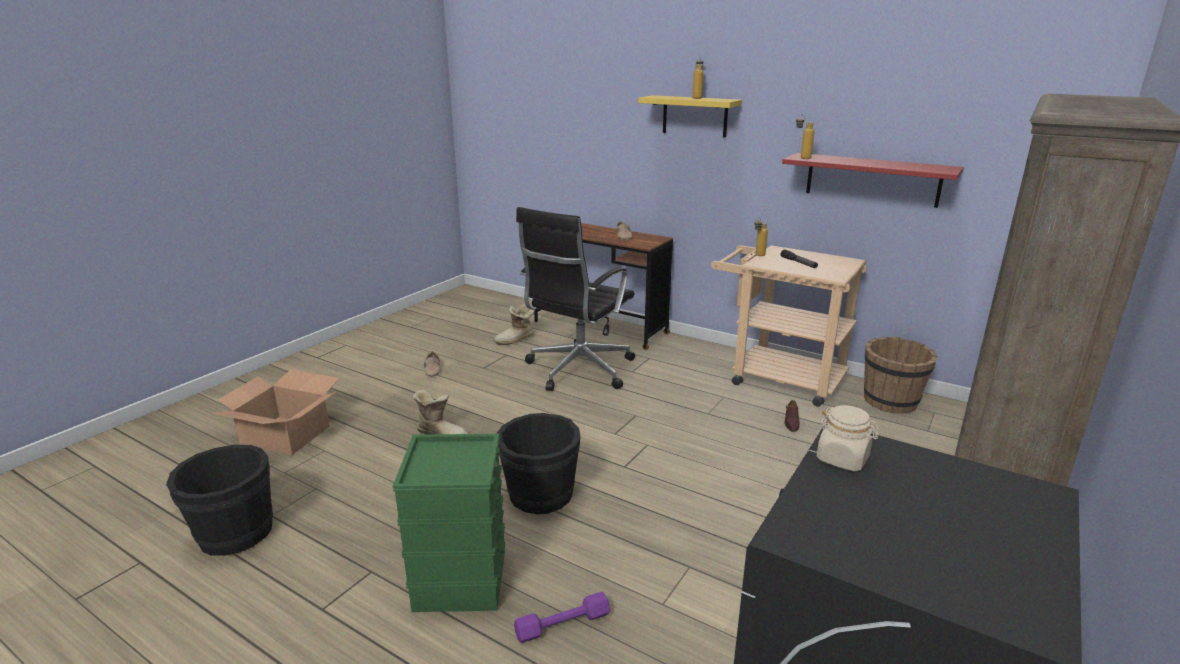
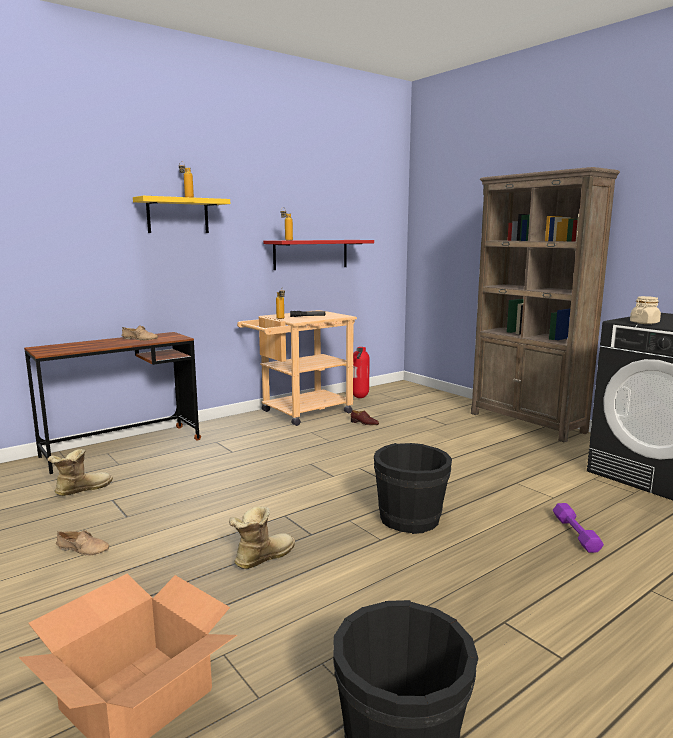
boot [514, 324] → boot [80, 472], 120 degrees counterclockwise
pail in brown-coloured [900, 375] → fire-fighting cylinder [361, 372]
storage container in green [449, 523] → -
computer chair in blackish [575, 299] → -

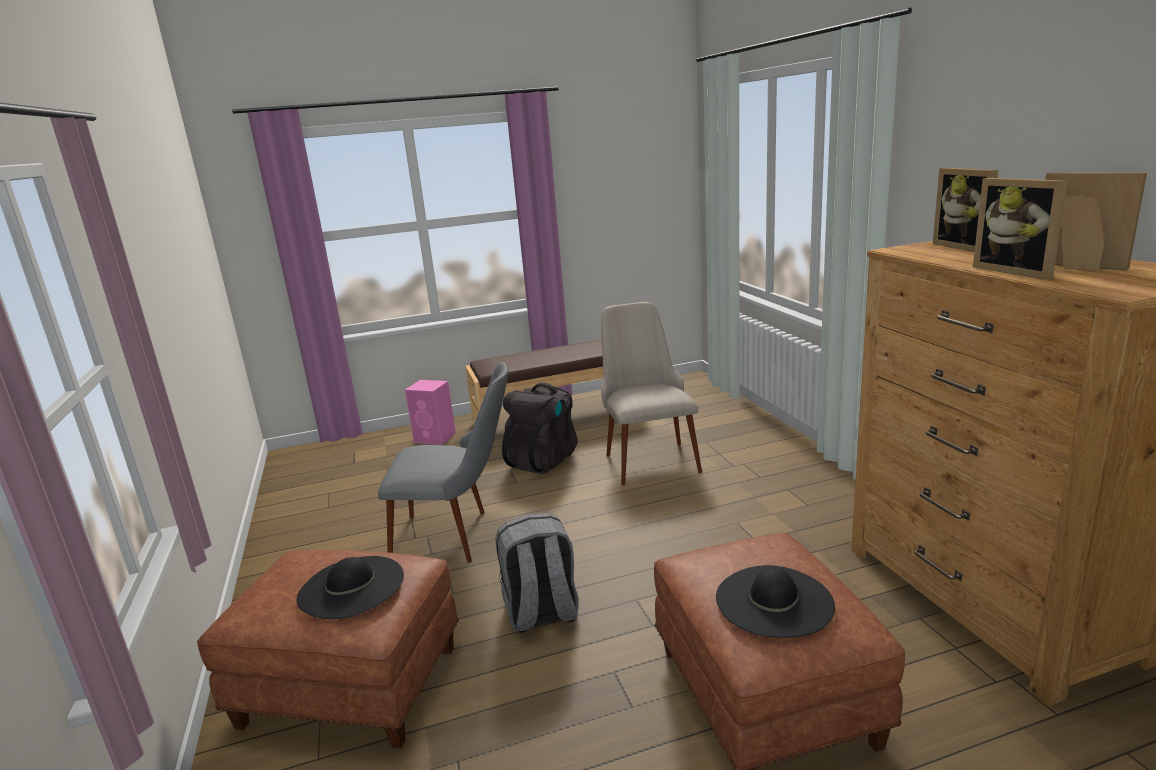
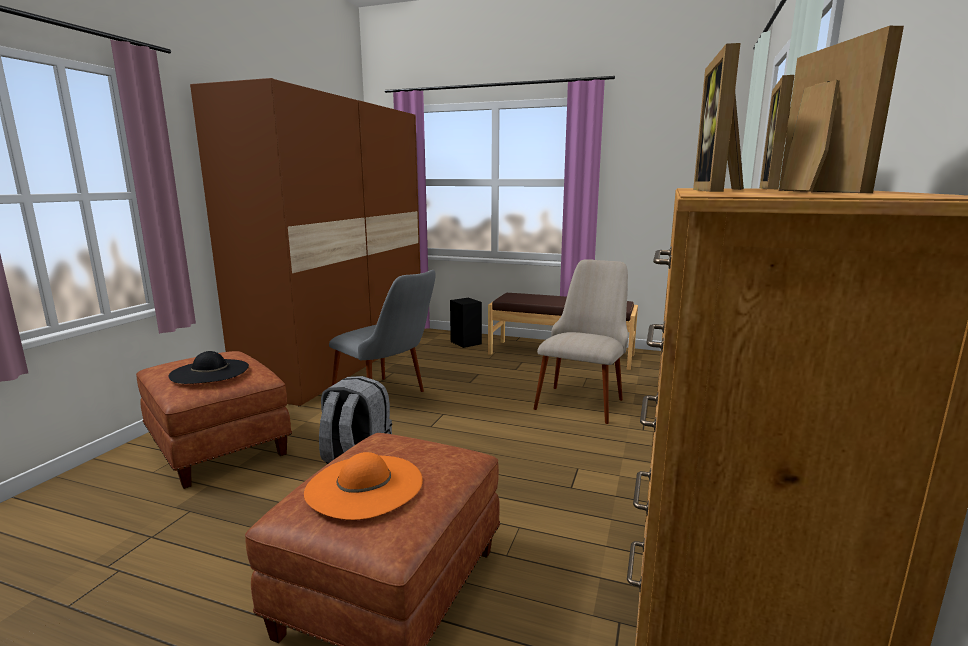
- → clothes cupboard in brown-coloured [305, 242]
wearable hat in blackish [775, 601] → wearable hat in orange-coloured [363, 486]
audio speaker in pink [430, 412] → audio speaker in blackish [466, 323]
knapsack in blackish [540, 428] → -

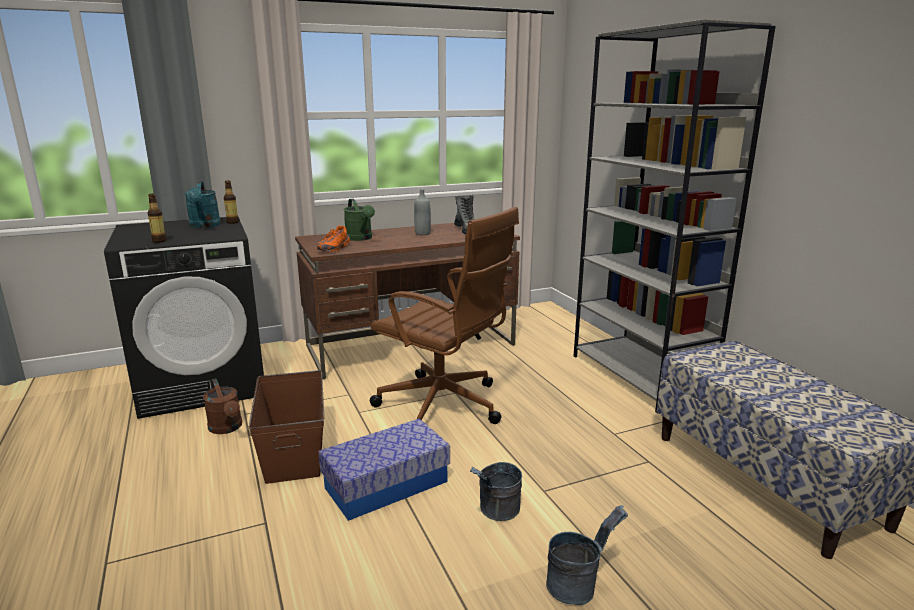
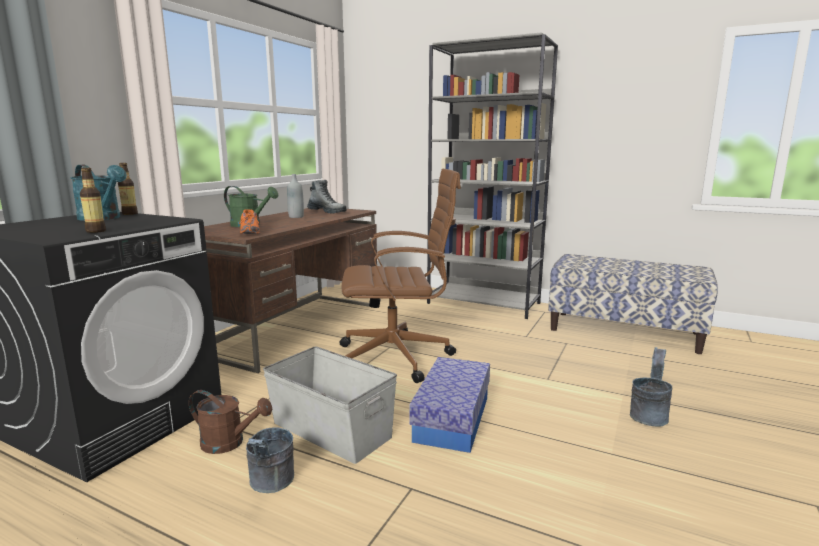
pail in greyish [496, 491] → pail in greyish [270, 460], relocated
storage container in brown-coloured [286, 427] → storage container in greyish [330, 405]

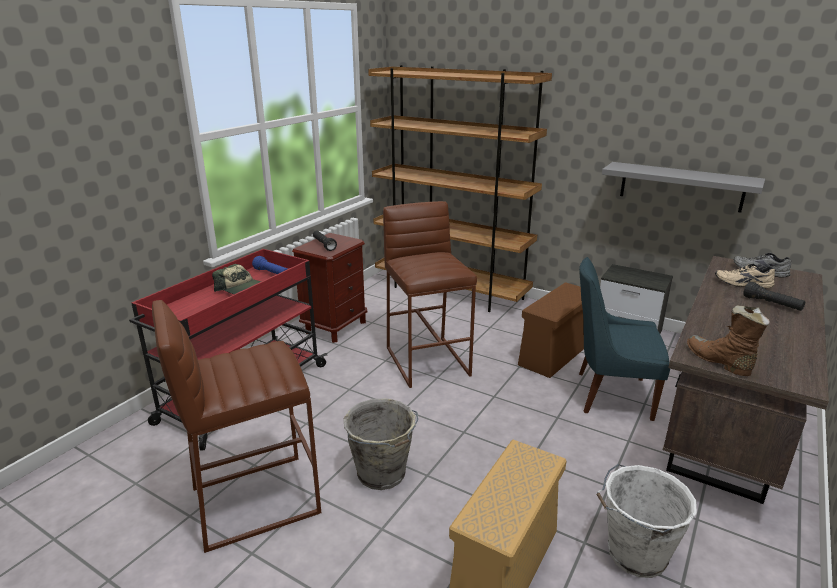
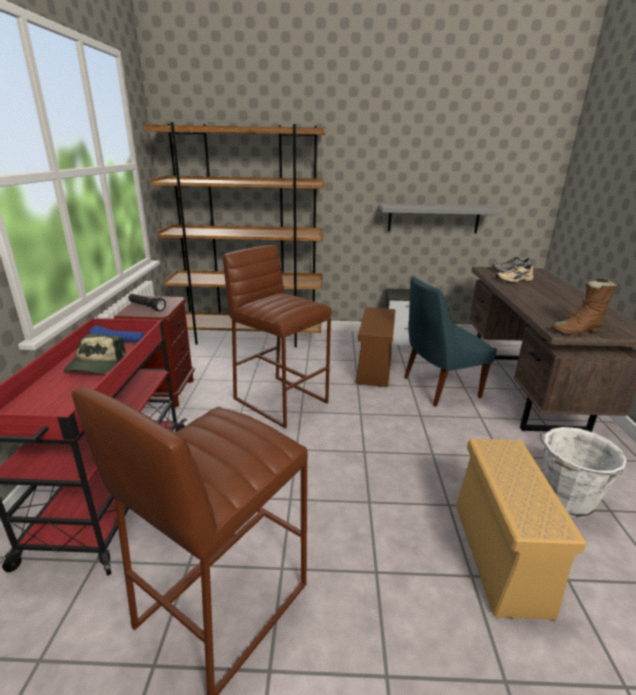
baseball cap [236, 279] → baseball cap [95, 353], 90 degrees clockwise
boot in brown-coloured [728, 340] → boot in brown-coloured [584, 306], 45 degrees counterclockwise
pail in greyish [381, 444] → -
torch in blackish [774, 296] → -

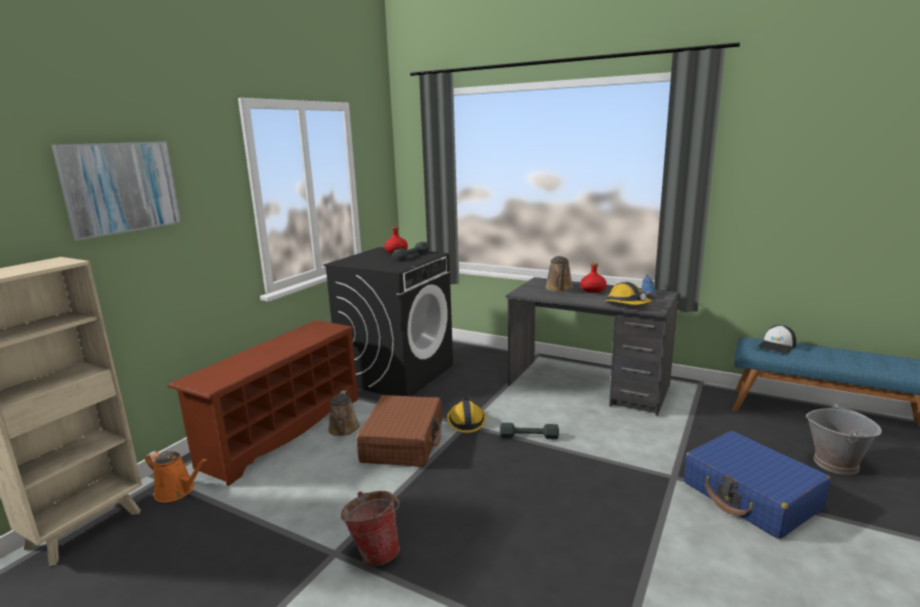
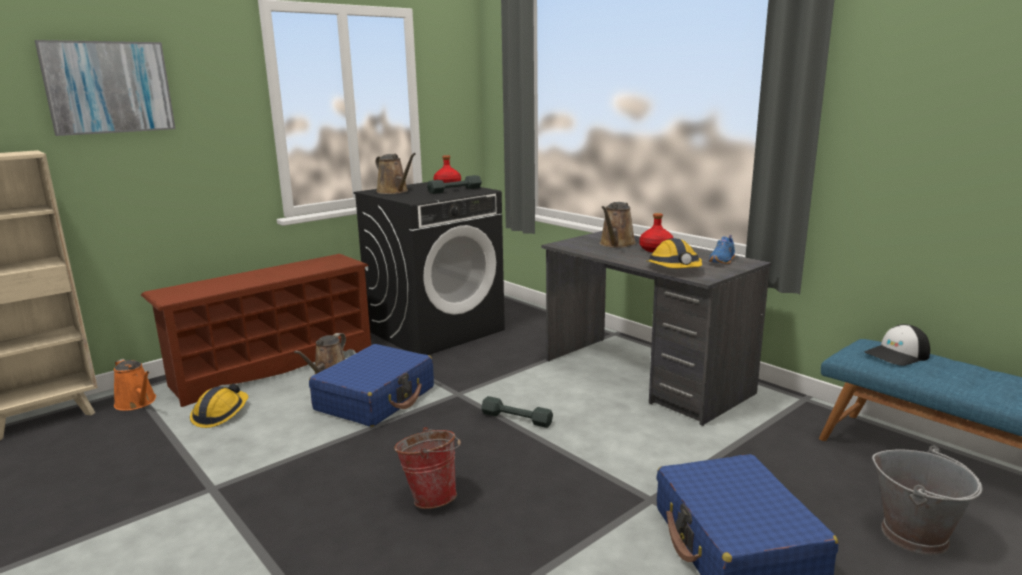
hard hat [466, 415] → hard hat [219, 406], relocated
piece of luggage in brown-coloured [399, 431] → piece of luggage in bluish [371, 385]
- → sprinkling can in brown-coloured [396, 173]
pail [370, 528] → pail [427, 468], relocated

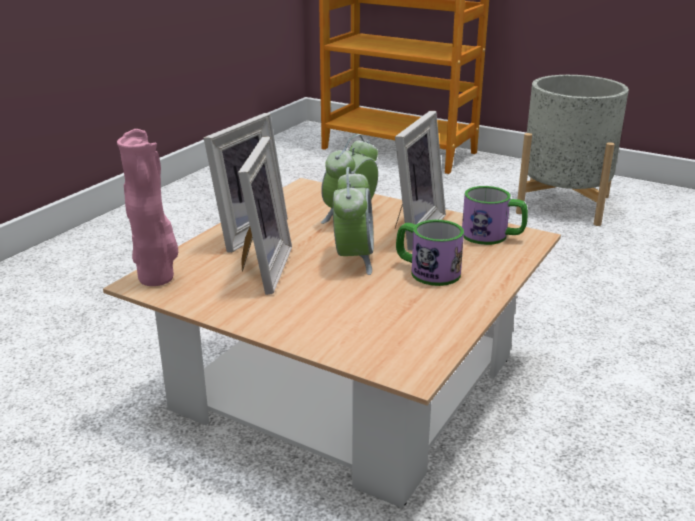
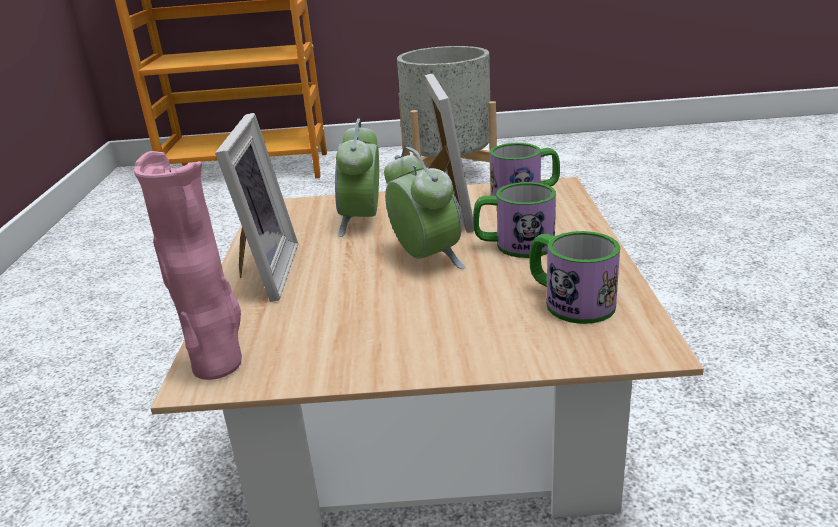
- → tea mug [574, 277]
standing frame [265, 215] → -

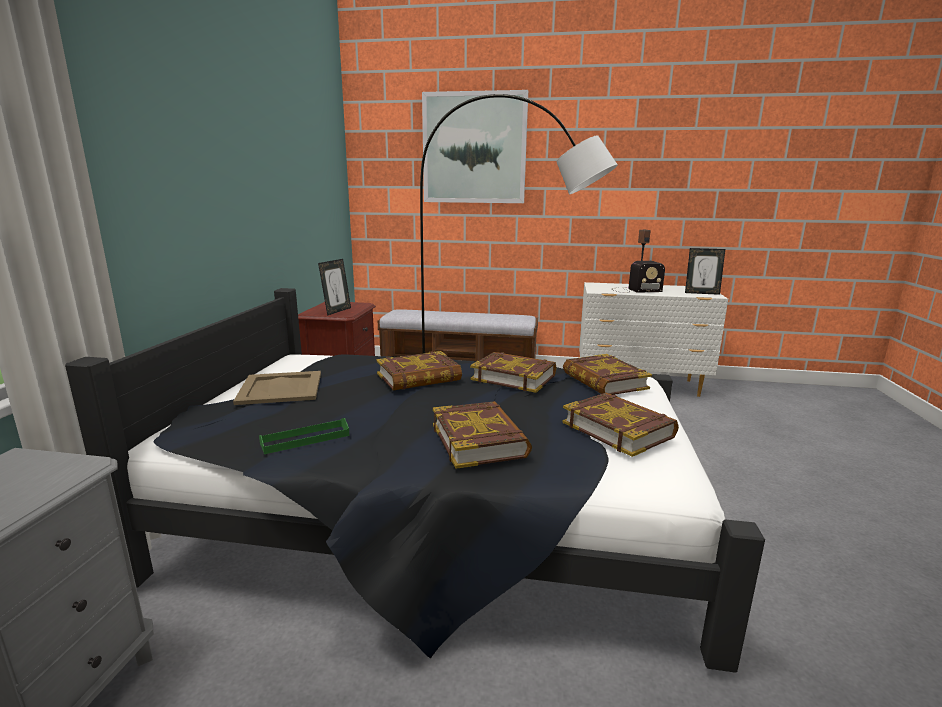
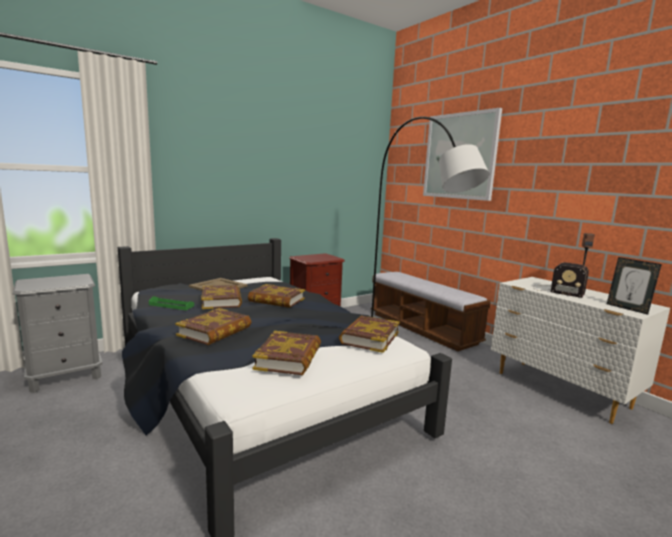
book [513, 372] → book [221, 297], relocated
standing frame [334, 287] → -

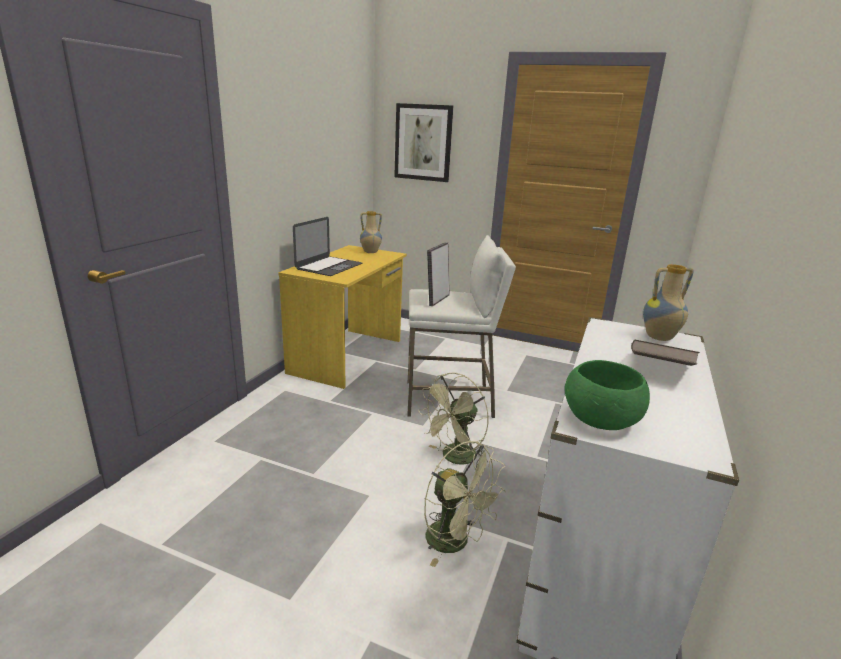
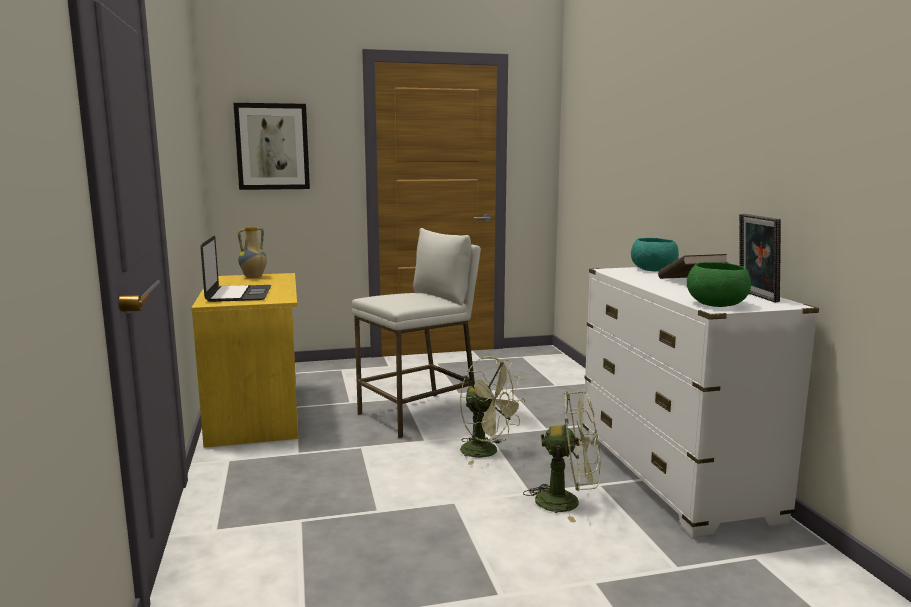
cooling fan in green [453, 419] → cooling fan in green [492, 410], 60 degrees counterclockwise
decorative vase [668, 302] → bowl in turquoise [655, 254]
standing frame [438, 274] → standing frame [760, 258], relocated

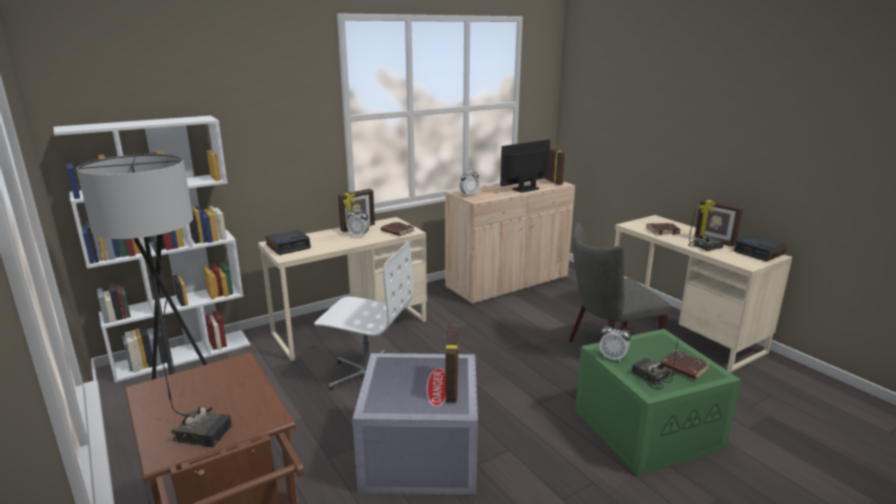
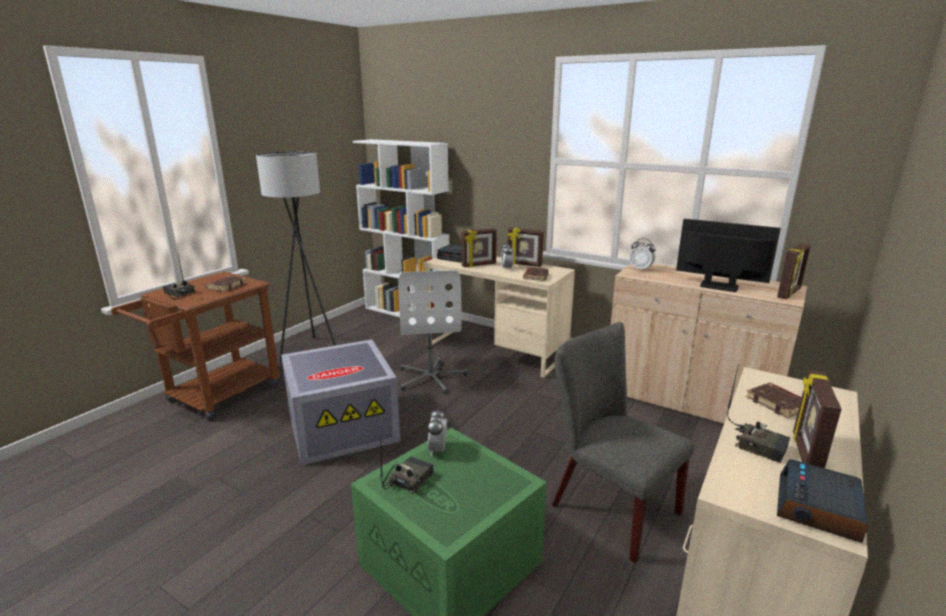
radio [196, 400] → radio [179, 277], 135 degrees clockwise
book in brown-coloured [685, 365] → book in brown-coloured [226, 284], relocated
standing frame [452, 364] → standing frame [479, 247], relocated

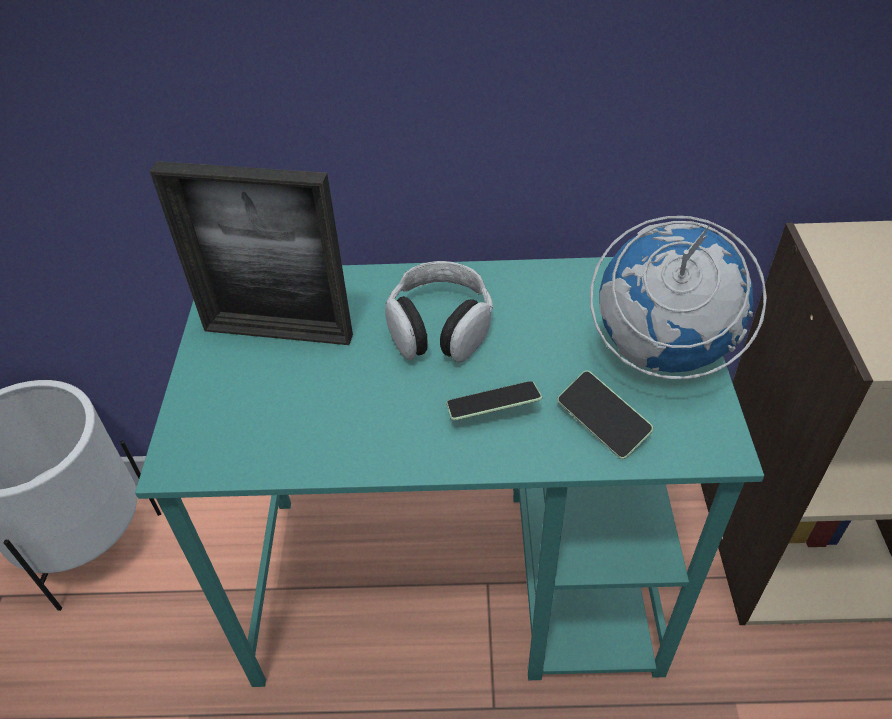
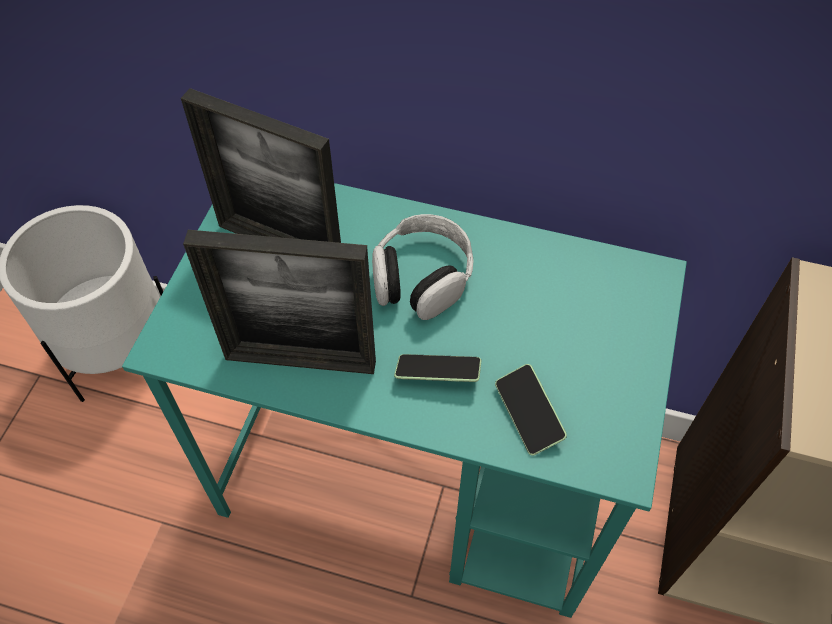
- → standing frame [279, 302]
world globe [678, 297] → -

